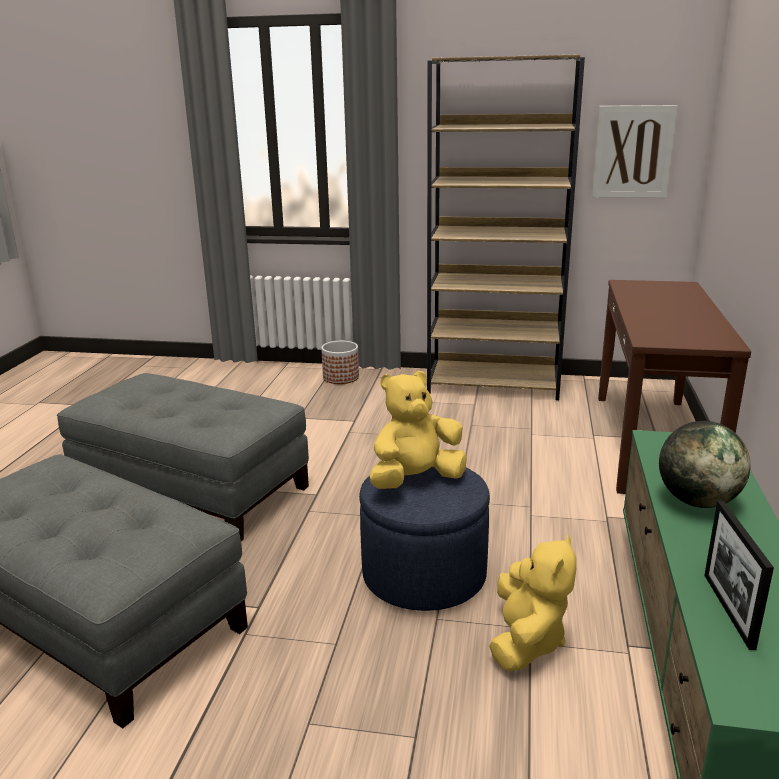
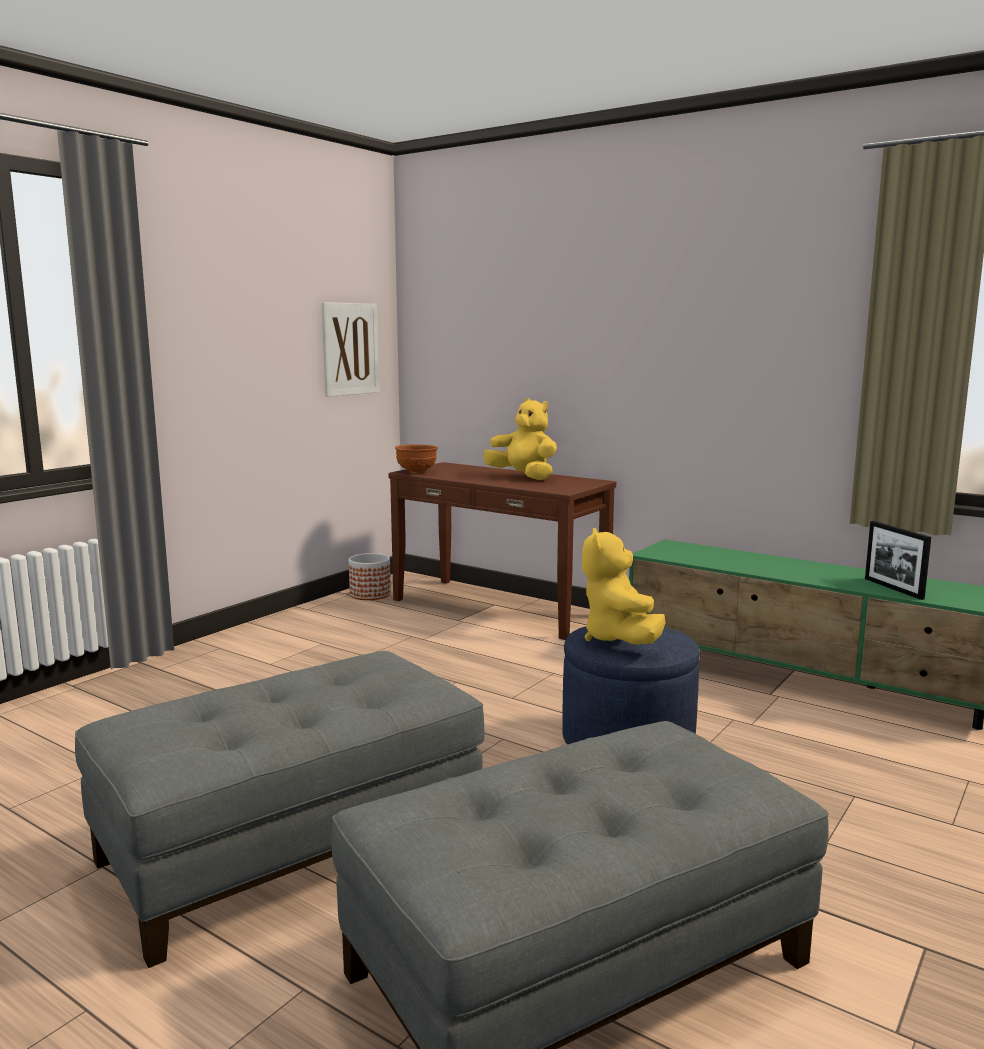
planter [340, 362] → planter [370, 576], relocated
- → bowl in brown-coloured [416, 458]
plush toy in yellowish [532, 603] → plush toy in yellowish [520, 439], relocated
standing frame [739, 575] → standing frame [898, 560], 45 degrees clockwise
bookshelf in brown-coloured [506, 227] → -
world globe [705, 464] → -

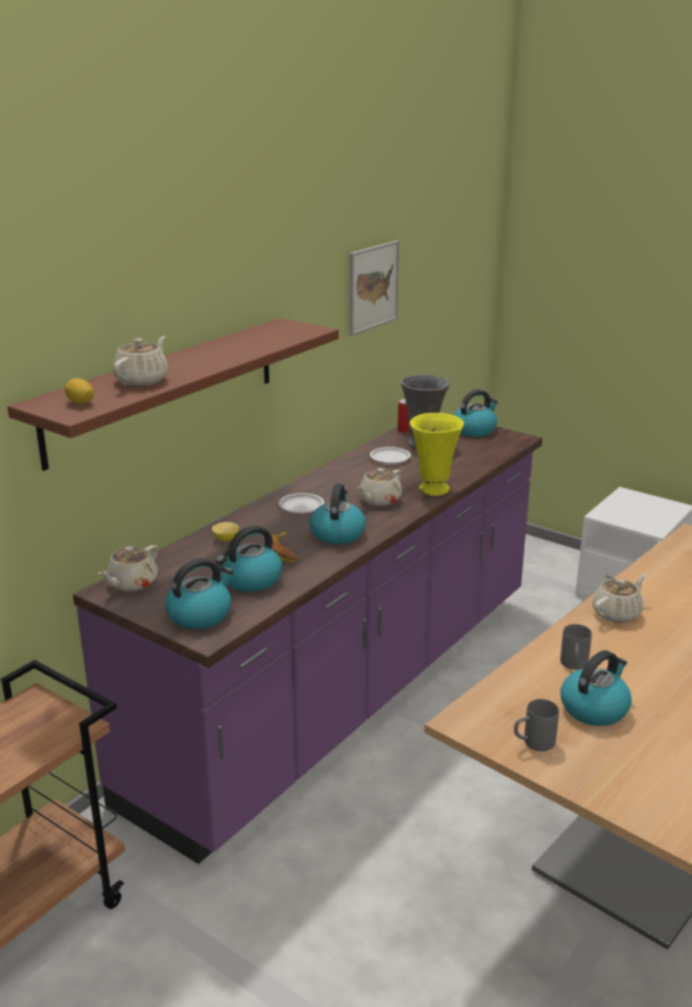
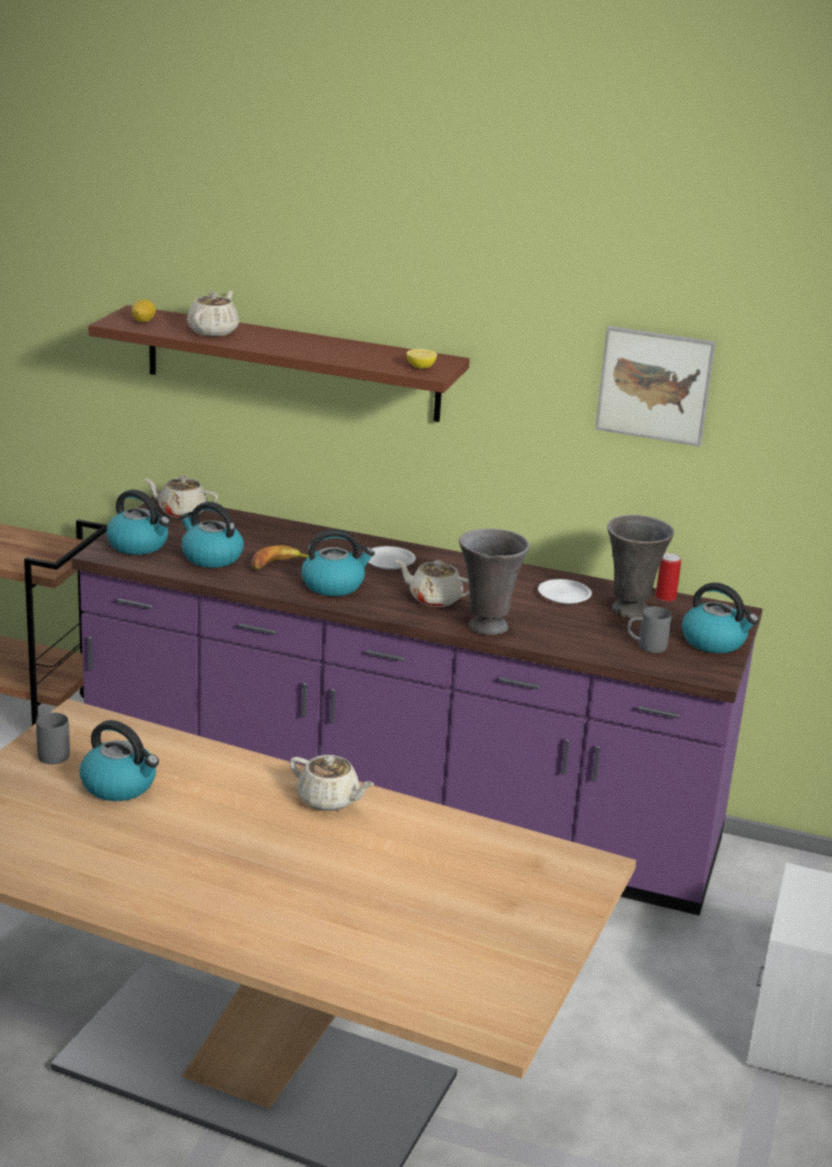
pot for tea in sand-coloured [140, 361] → pot for tea in sand-coloured [213, 313], 75 degrees counterclockwise
lemon [225, 532] → lemon [422, 359], relocated
decorative vase in yellowish [437, 454] → decorative vase in greyish [494, 582]
tea mug in greyish [576, 647] → tea mug in greyish [649, 630], relocated

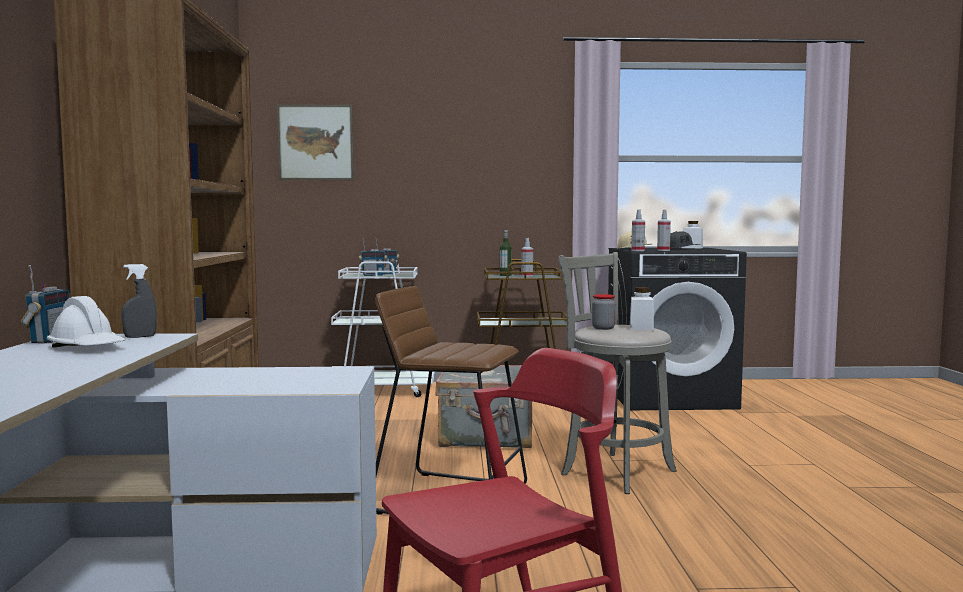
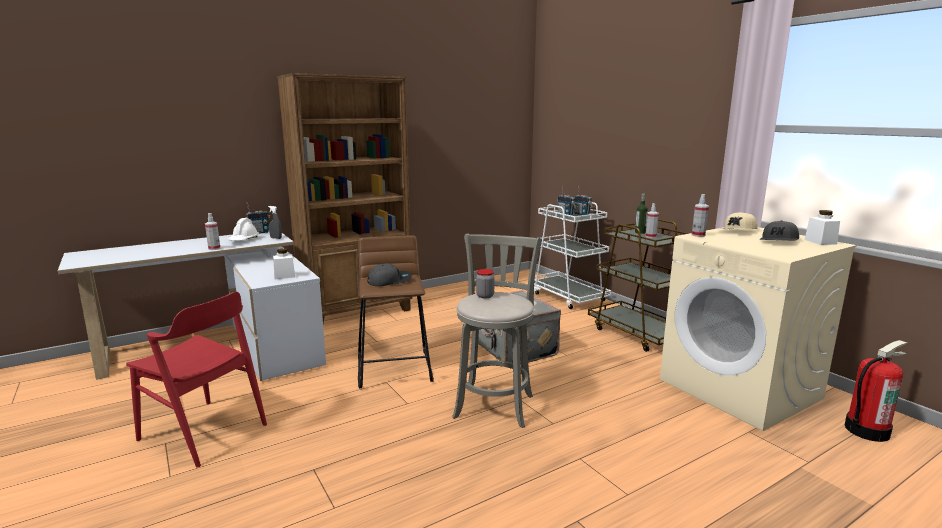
hand sprayer [664, 230] → hand sprayer [213, 231], relocated
storage jar in white-coloured [642, 308] → storage jar in white-coloured [284, 263], relocated
- → baseball cap in greyish [389, 274]
washing machine in blackish [677, 329] → washing machine in sand-coloured [758, 329]
- → fire-fighting cylinder [876, 391]
picture [315, 142] → -

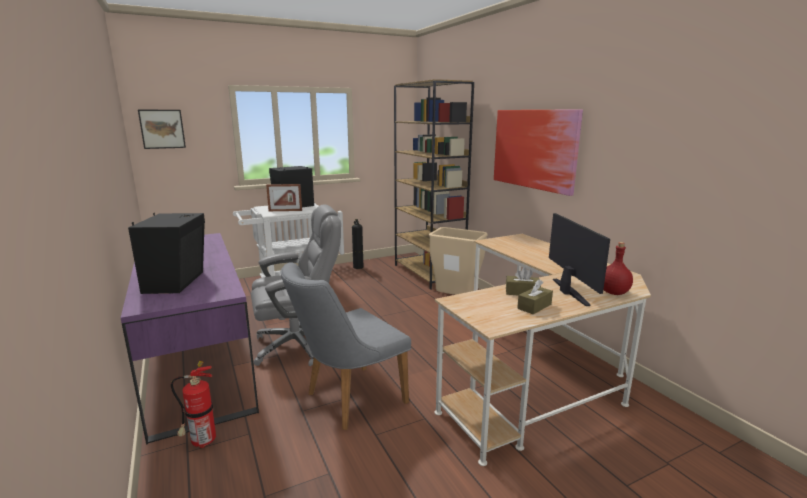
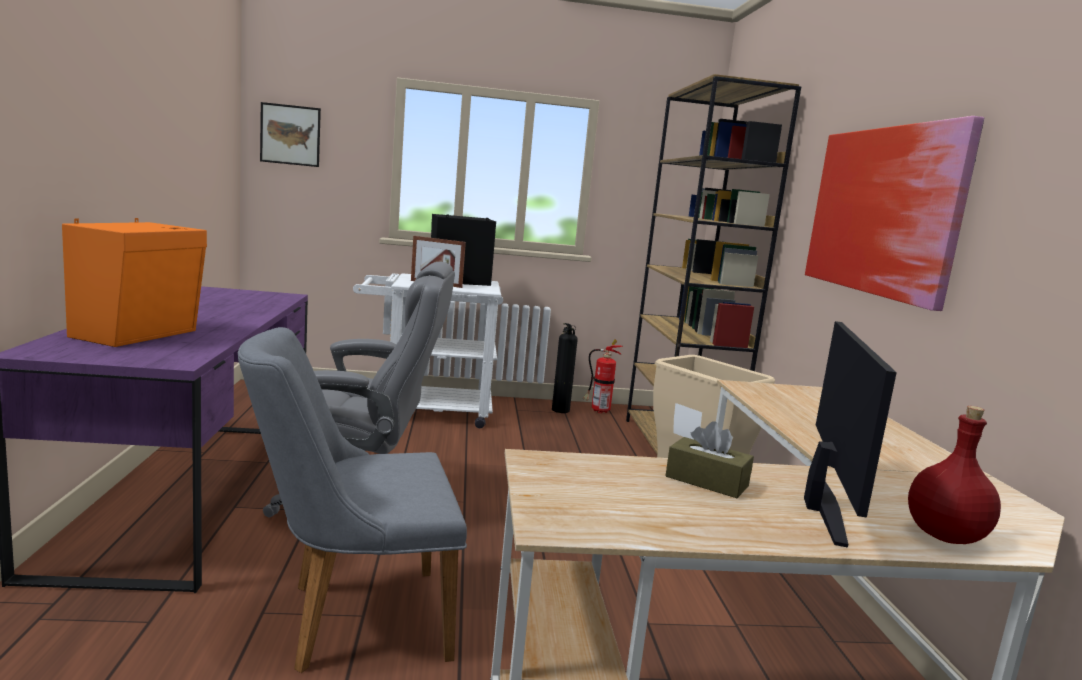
audio speaker in blackish [166, 253] → audio speaker in orange-coloured [134, 282]
fire-fighting cylinder [193, 404] → fire-fighting cylinder [603, 377], relocated
box of tissues in brown-coloured [535, 296] → -

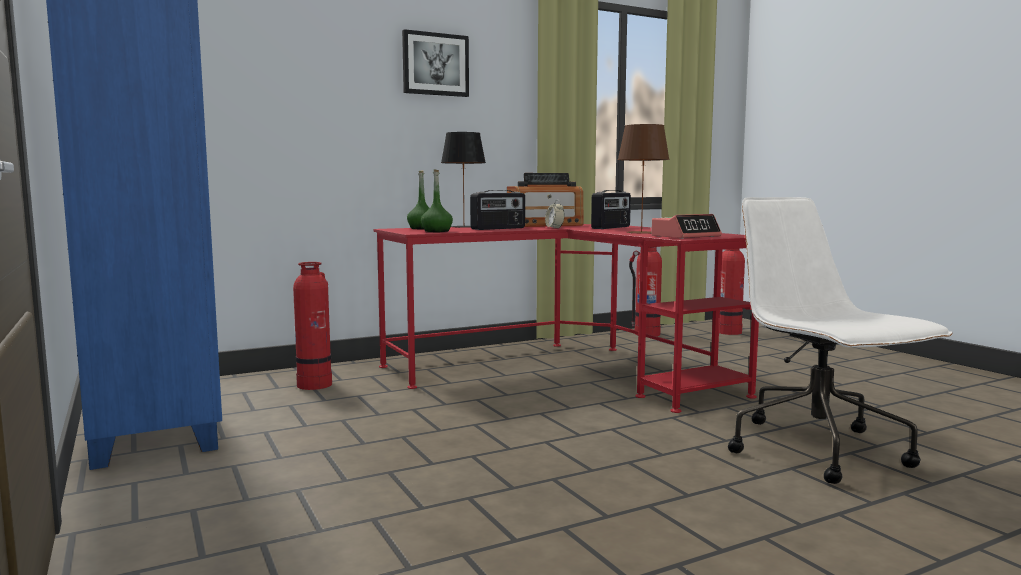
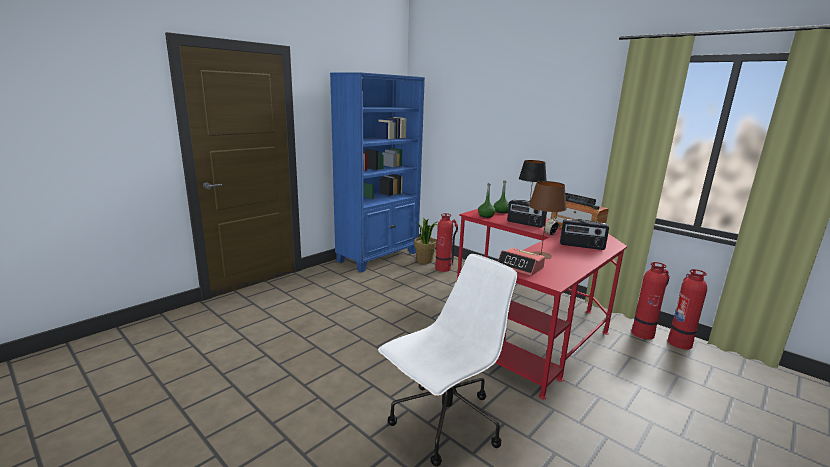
- → houseplant [426, 241]
fire-fighting cylinder [732, 292] → fire-fighting cylinder [650, 301], relocated
picture [435, 63] → -

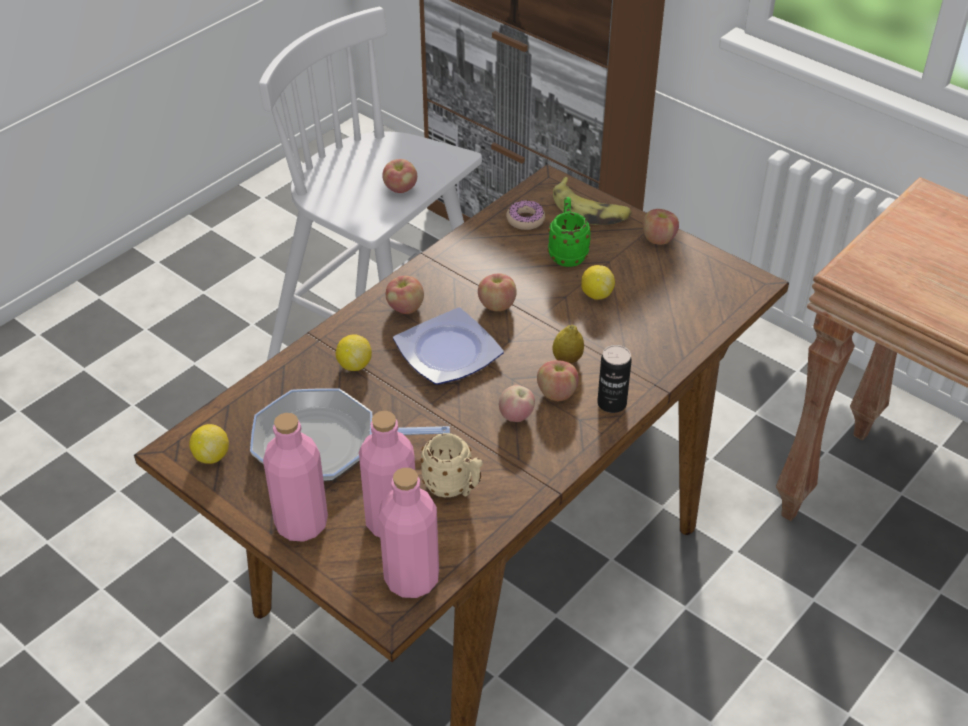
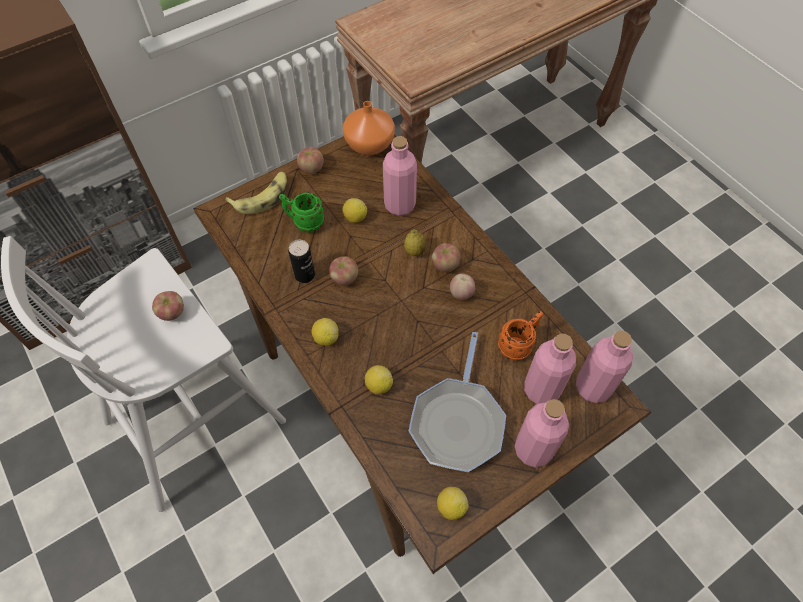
can [614, 379] → can [302, 261], relocated
apple [405, 295] → lemon [325, 332]
- → decorative vase in orange-coloured [369, 128]
- → drink bottle in pink [400, 176]
tea mug in sand-coloured [452, 465] → tea mug in orange-coloured [520, 336]
plate [448, 346] → -
doughnut [525, 215] → -

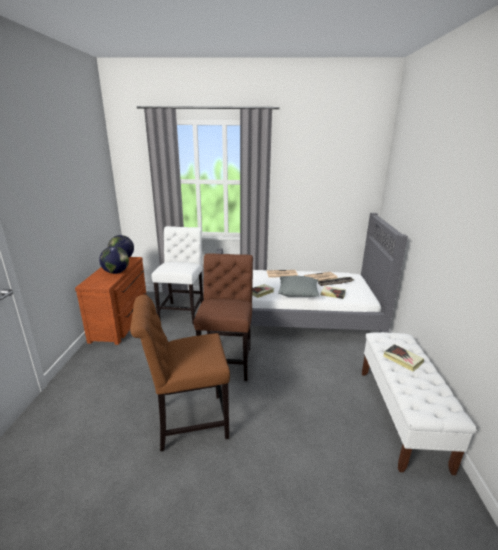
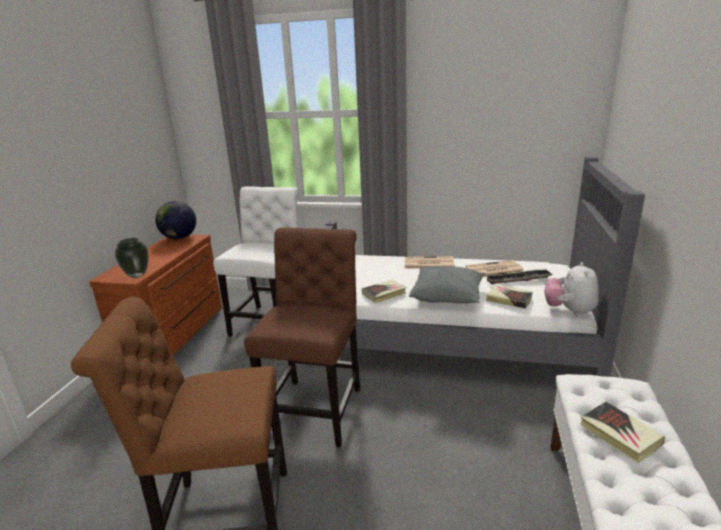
- → decorative vase [132, 258]
- → plush toy [571, 289]
world globe [114, 260] → -

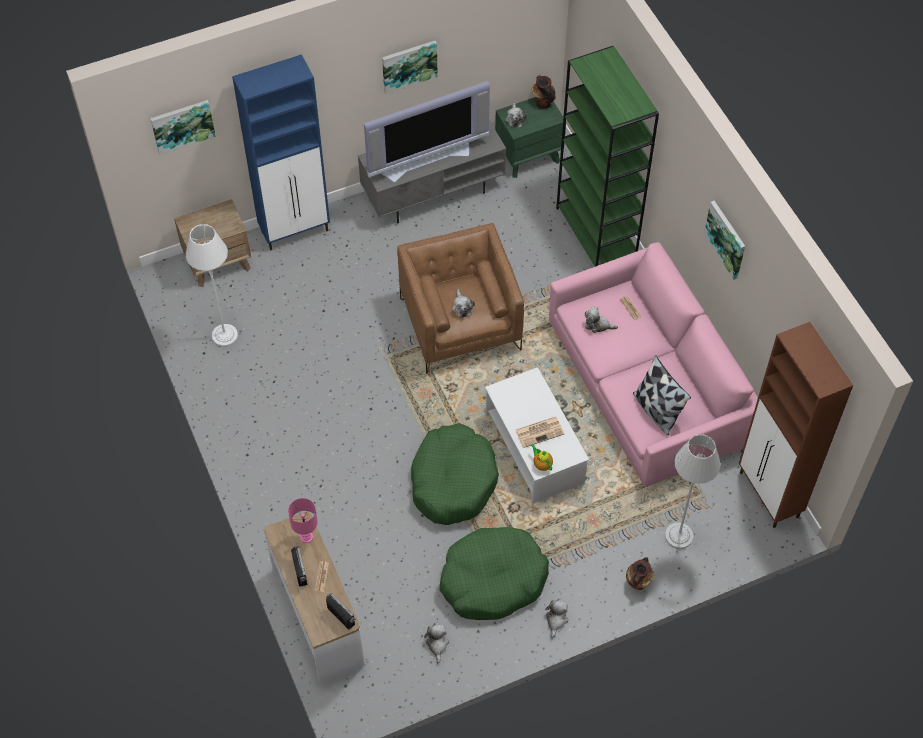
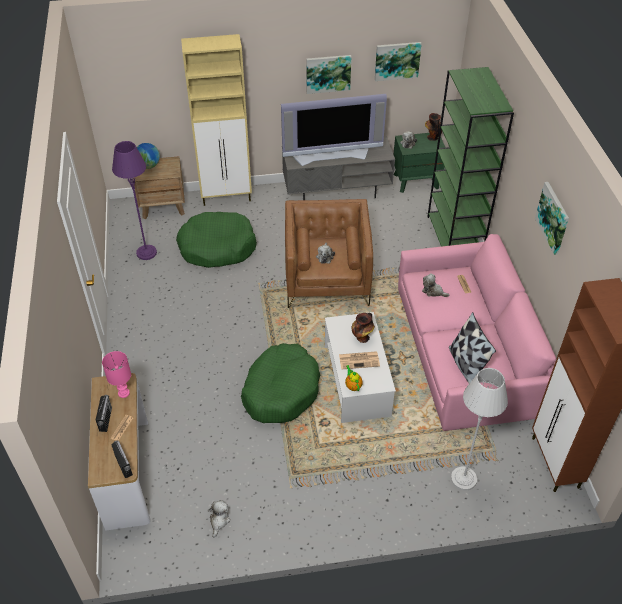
floor lamp in white-coloured [212, 285] → floor lamp in purple-coloured [134, 200]
- → world globe [148, 156]
pet bed in green [494, 573] → pet bed in green [216, 240], relocated
storage cabinet in bluish [281, 152] → storage cabinet in sand-coloured [216, 120]
decorative vase [639, 573] → decorative vase [363, 328], relocated
picture [183, 127] → picture [398, 61], relocated
plush toy [556, 618] → -

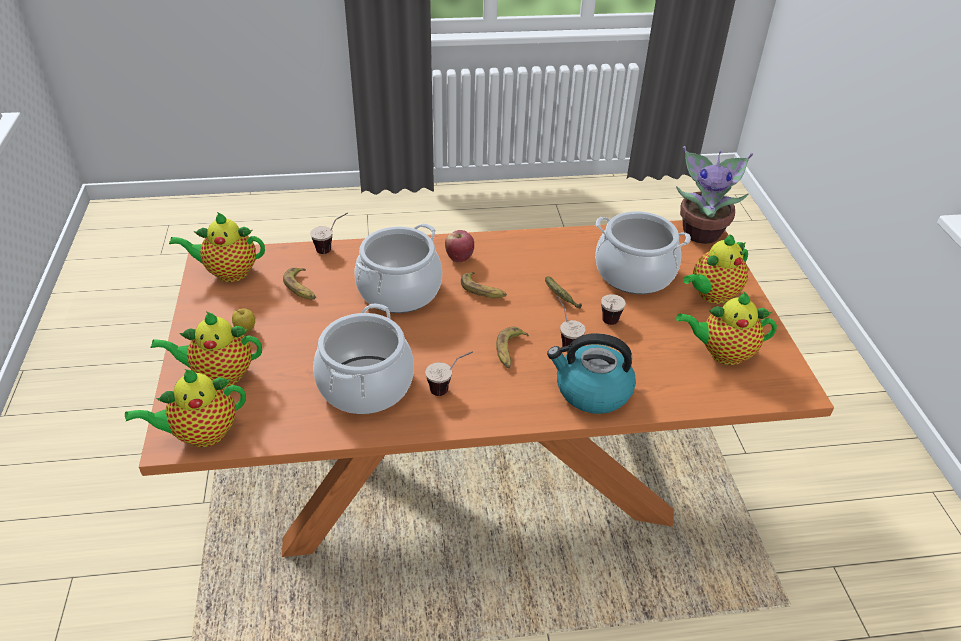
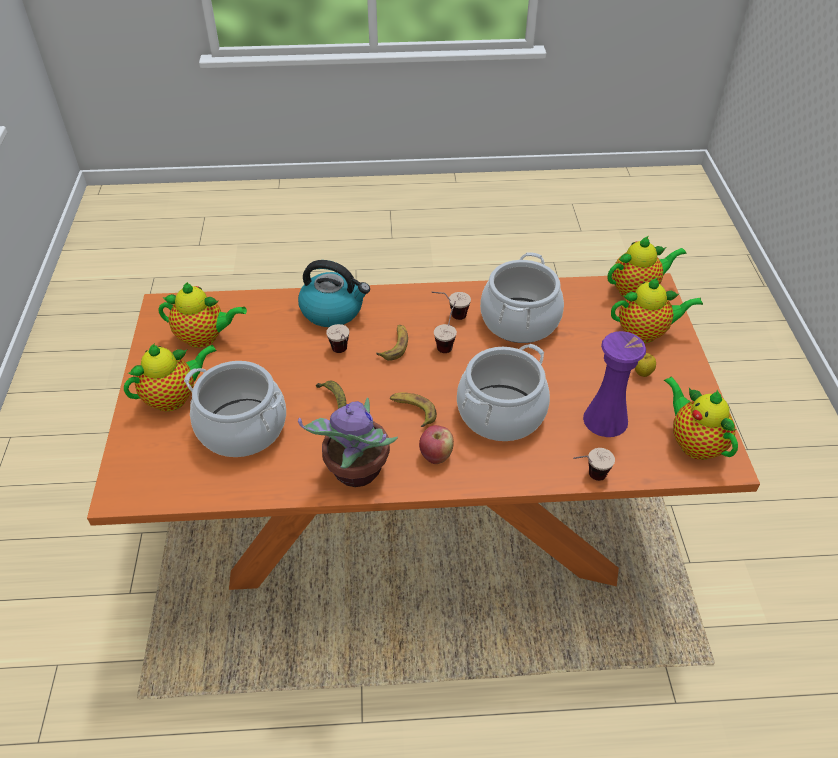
houseplant [714, 195] → houseplant [348, 442], relocated
small cup [613, 309] → small cup [445, 327], relocated
banana fruit [299, 283] → decorative vase in purple-coloured [614, 384]
pot for tea [217, 247] → pot for tea [701, 418], 120 degrees counterclockwise

